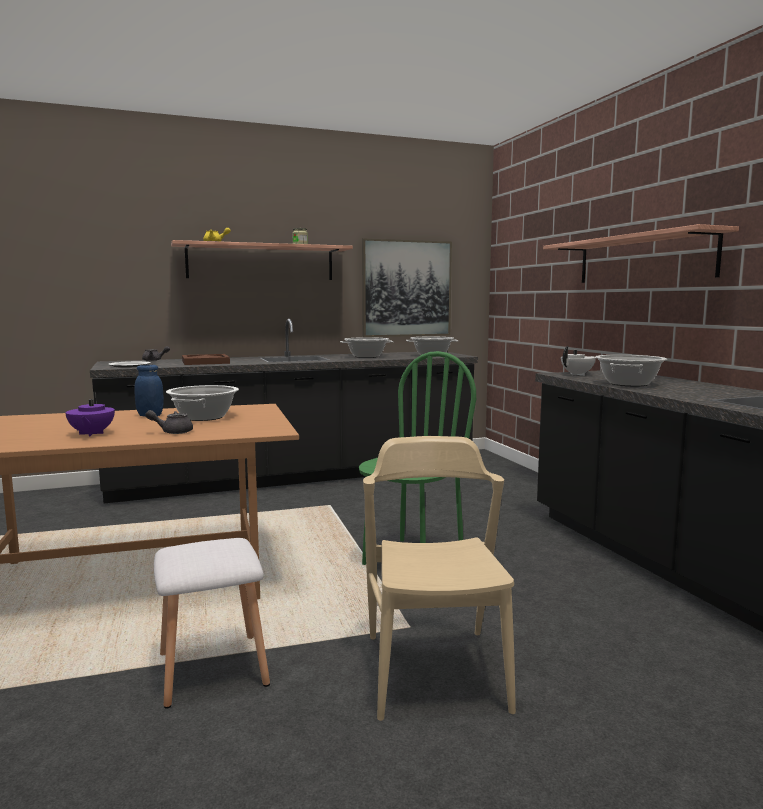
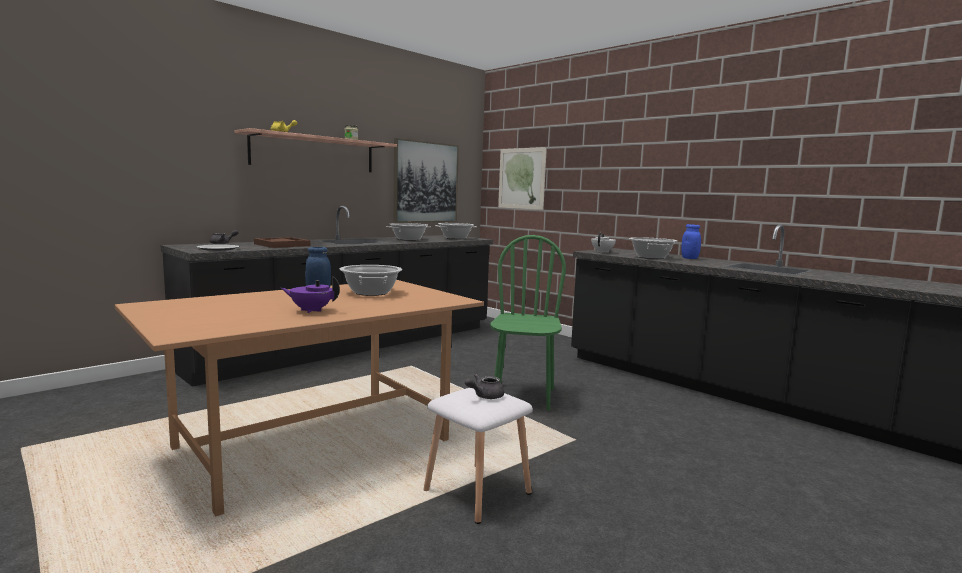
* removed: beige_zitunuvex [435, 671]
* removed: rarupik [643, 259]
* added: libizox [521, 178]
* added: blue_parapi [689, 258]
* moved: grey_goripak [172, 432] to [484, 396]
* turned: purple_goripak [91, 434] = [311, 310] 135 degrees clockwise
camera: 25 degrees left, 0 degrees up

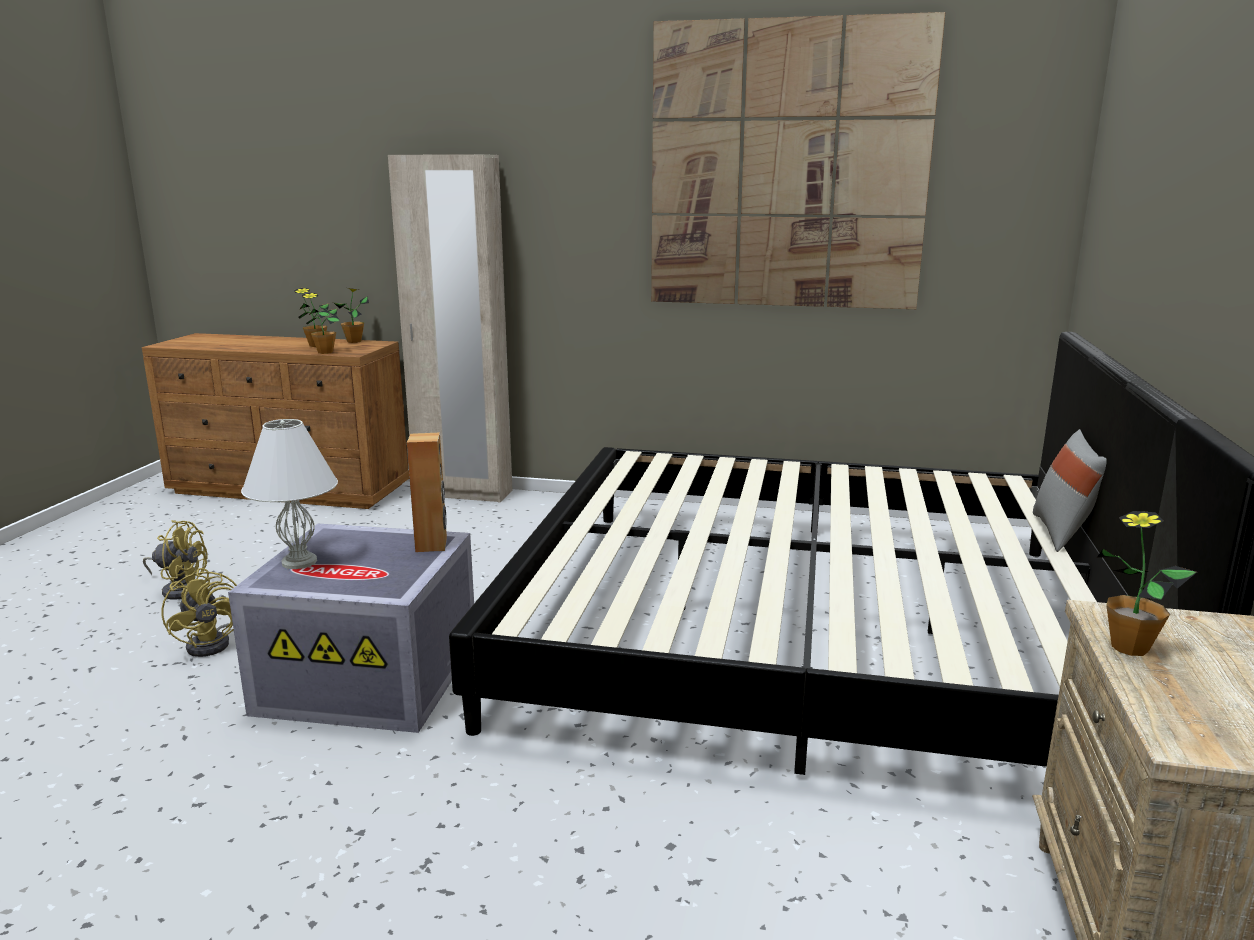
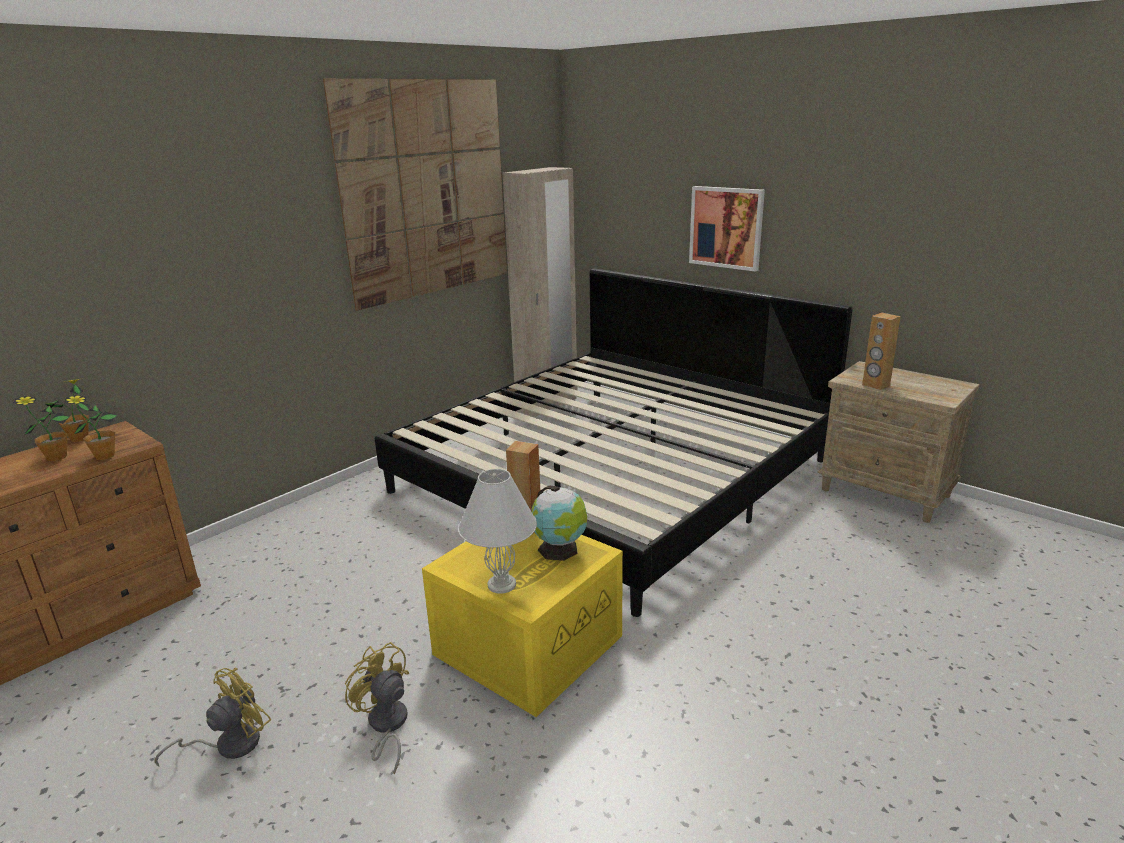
* removed: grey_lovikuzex [1064, 533]
* added: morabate [560, 550]
* added: libizox [726, 227]
* moved: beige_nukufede [463, 493] to [547, 405]
* replaced: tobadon [1129, 647] to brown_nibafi [875, 385]
* recoloured: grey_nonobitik [373, 675] to yellow_nonobitik [528, 643]
* turned: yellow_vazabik [215, 643] = [386, 726] 135 degrees counterclockwise
camera: 60 degrees left, 5 degrees up

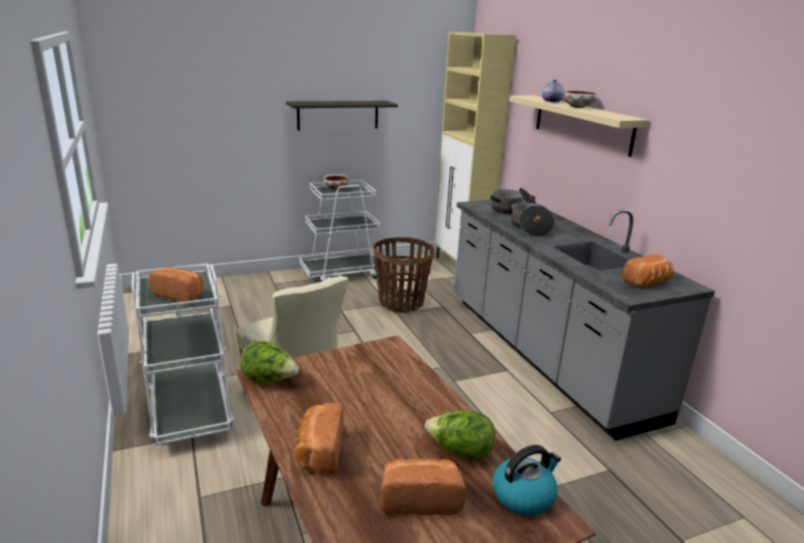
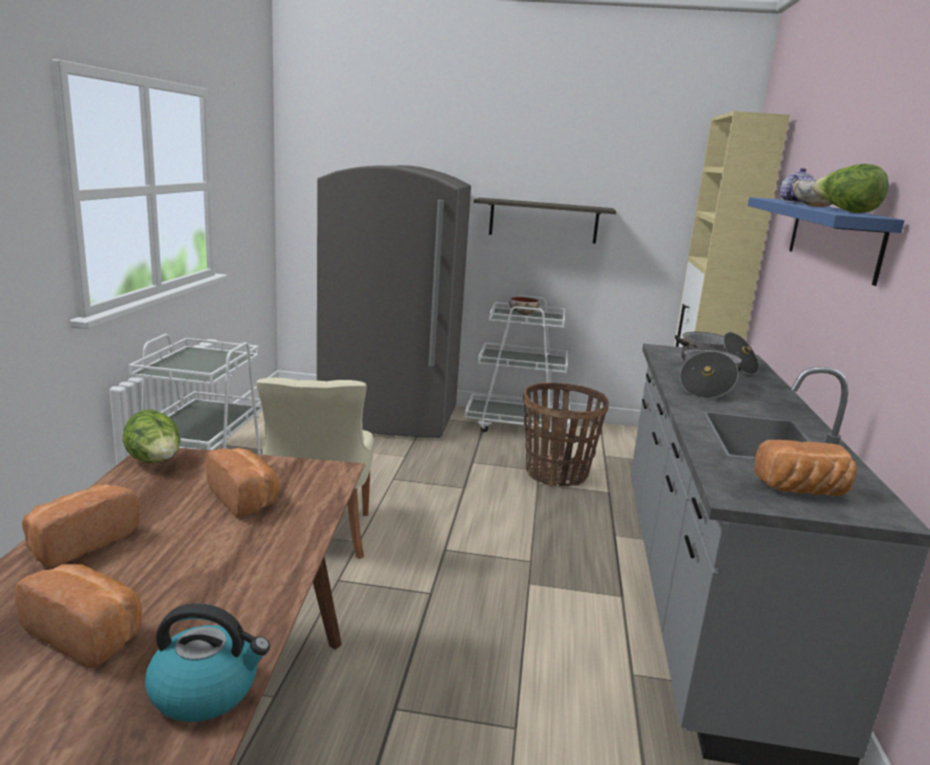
* added: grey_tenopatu [389, 417]
* moved: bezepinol [180, 294] to [245, 498]
* moved: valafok [460, 452] to [845, 212]
* recoloured: beige_rarupik [582, 123] to blue_rarupik [833, 237]
camera: 30 degrees right, 5 degrees down

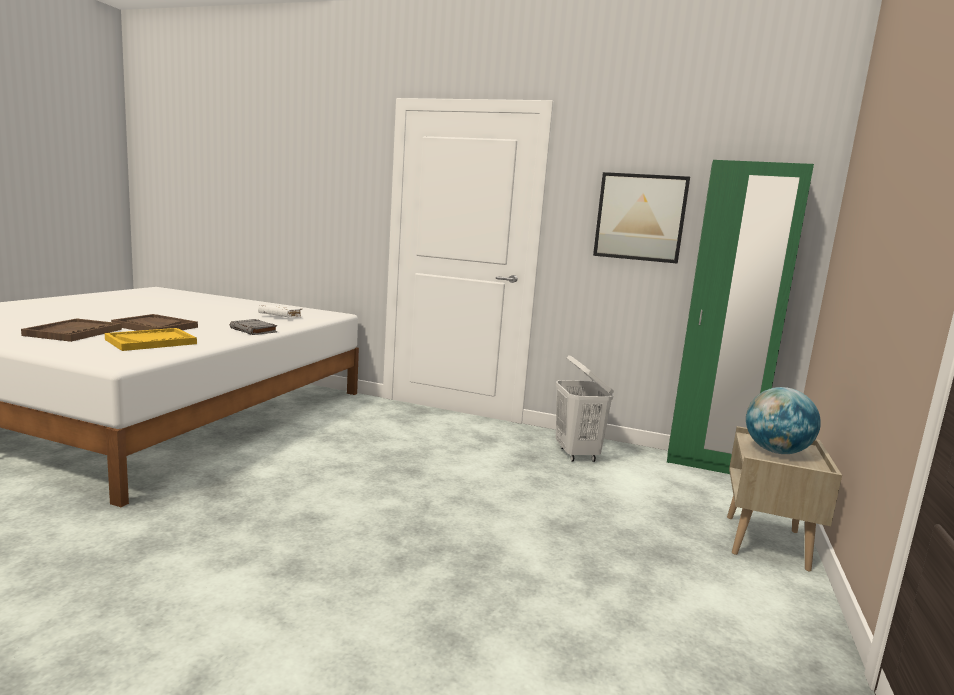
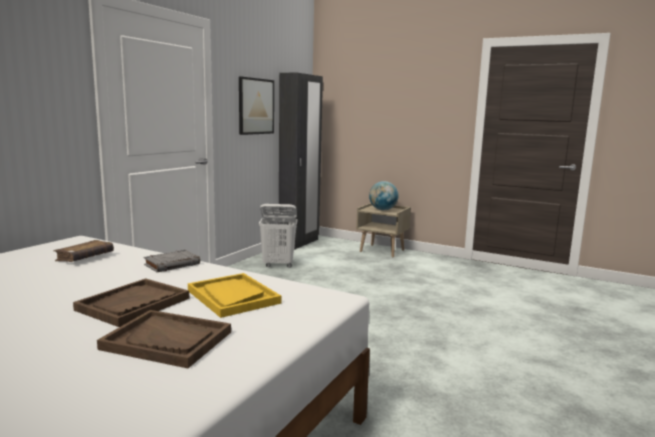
* recoloured: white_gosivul [280, 317] to brown_gosivul [85, 258]
* recoloured: green_nukufede [709, 465] to black_nukufede [299, 243]
camera: 80 degrees left, 0 degrees up

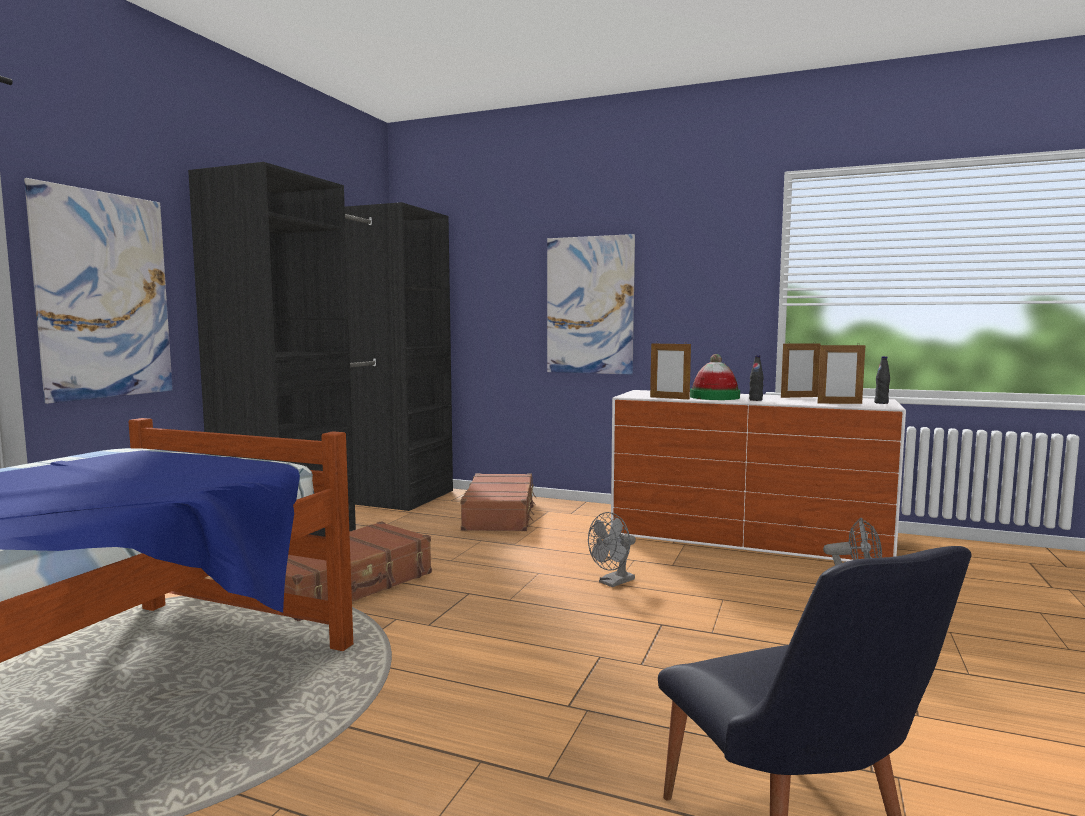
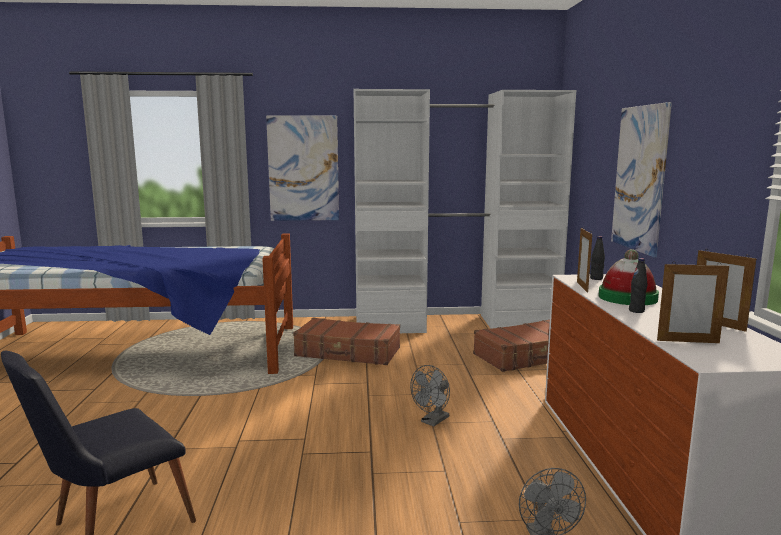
* moved: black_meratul [881, 403] to [596, 278]
* recoloured: black_nukufede [353, 518] to white_nukufede [456, 323]
* turned: grey_vazabik [613, 583] = [432, 421] 75 degrees counterclockwise
* turned: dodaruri [839, 403] = [688, 341] 60 degrees counterclockwise
camera: 65 degrees right, 5 degrees up

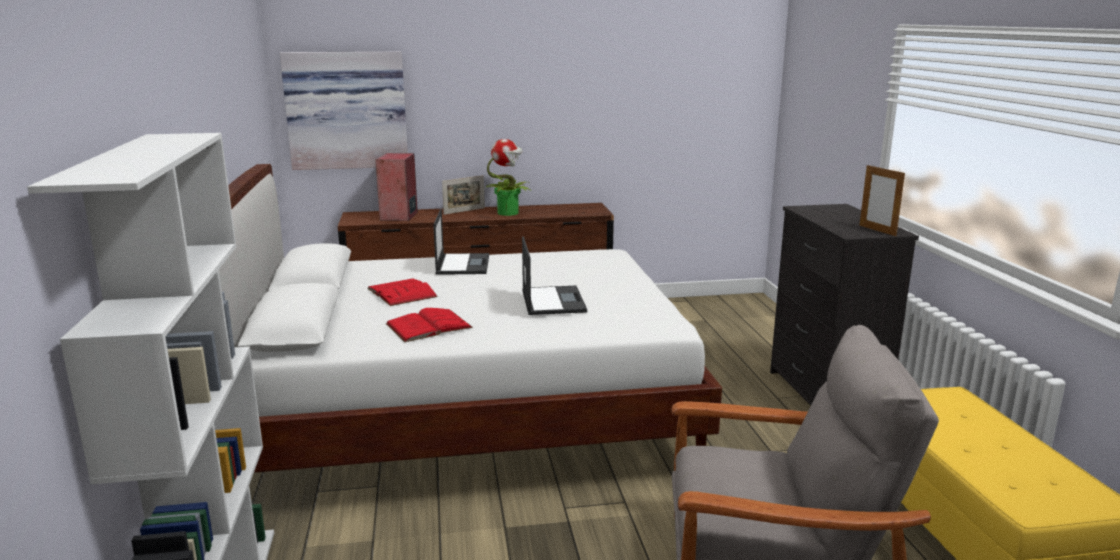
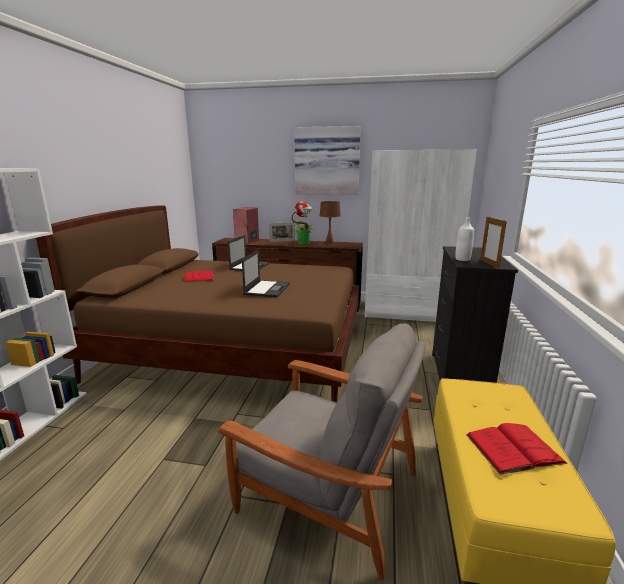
* added: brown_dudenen [329, 242]
* added: white_nukufede [408, 312]
* added: white_meratul [462, 259]
* moved: libizox [347, 110] to [327, 161]
* moved: red_gosivul [428, 326] to [514, 448]
* recoloured: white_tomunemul [468, 417] to brown_tomunemul [234, 351]
camera: 20 degrees right, 0 degrees up

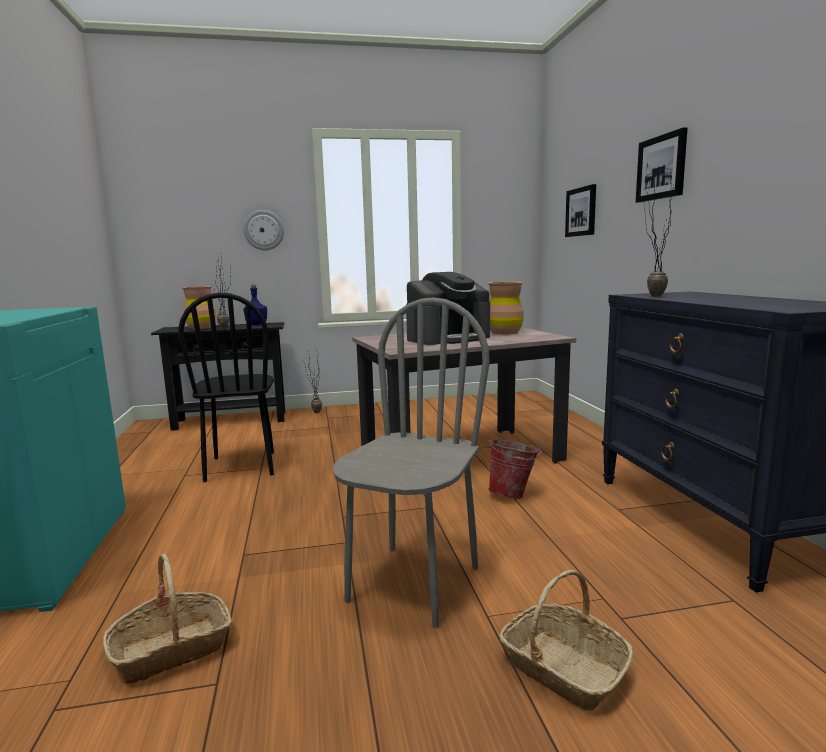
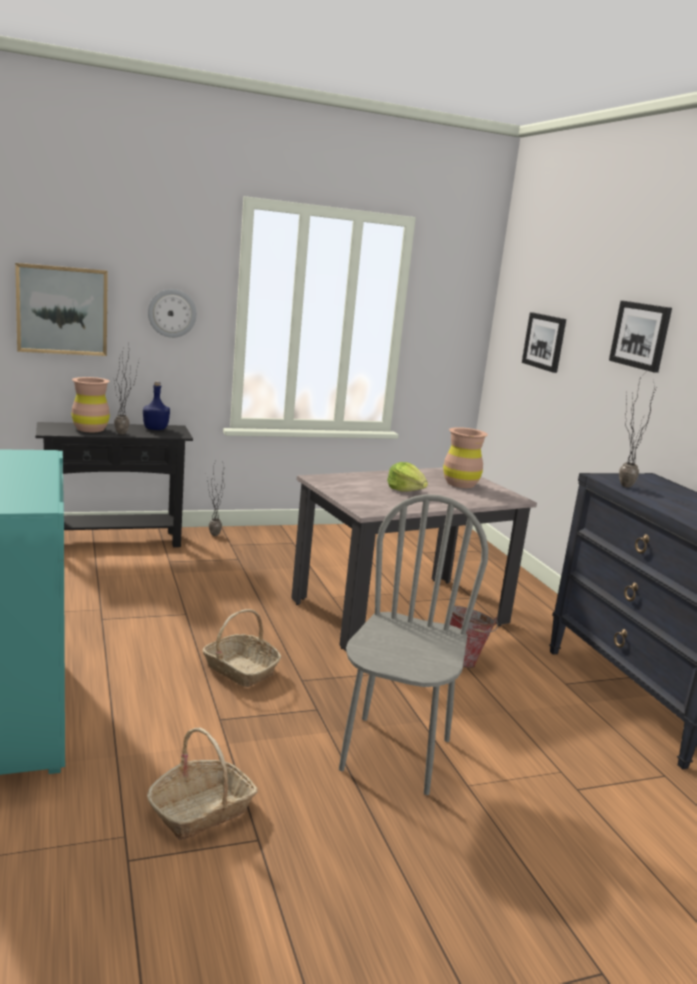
* removed: black_zitunuvex [241, 466]
* added: libizox [62, 310]
* moved: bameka [562, 668] to [240, 669]
* replaced: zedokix [448, 338] to valafok [406, 490]
camera: 10 degrees left, 5 degrees up

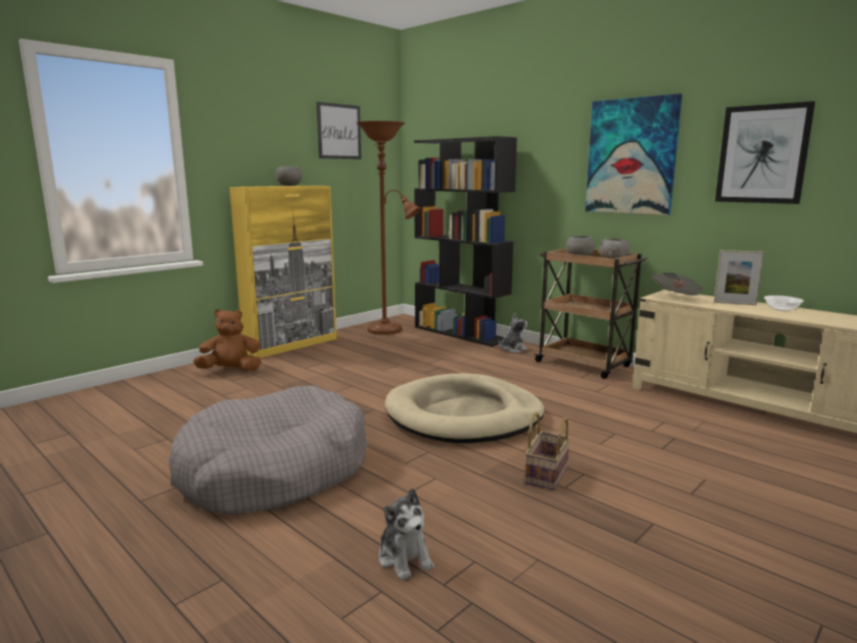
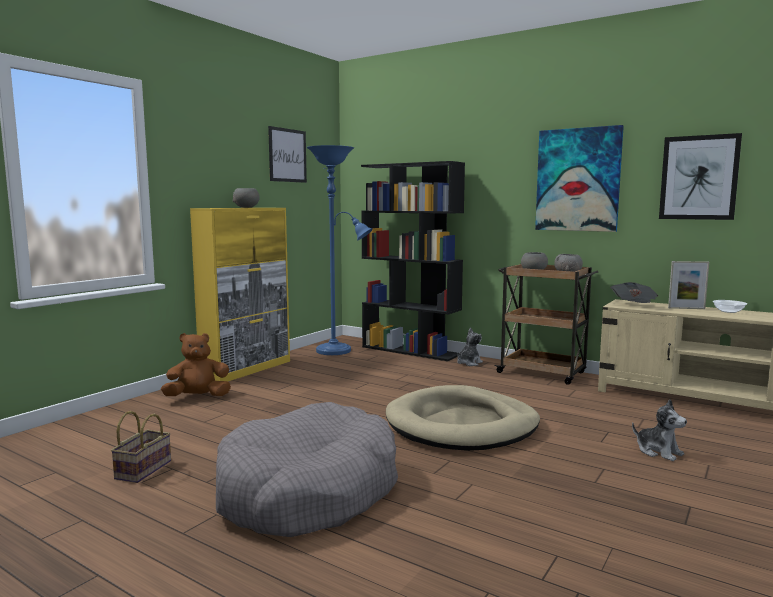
* moved: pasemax [404, 558] to [658, 452]
* moved: bameka [546, 473] to [143, 469]
* recoloured: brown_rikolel [389, 330] to blue_rikolel [338, 351]
camera: 10 degrees left, 5 degrees down

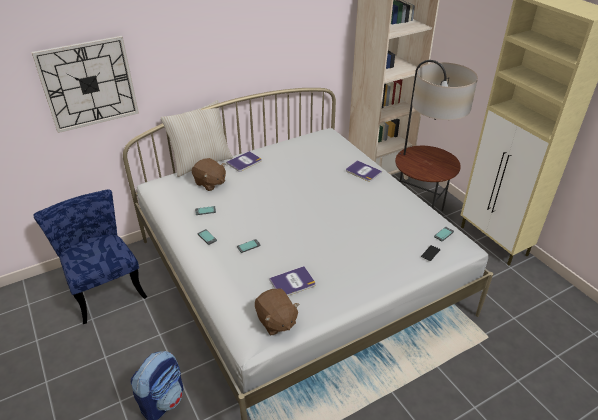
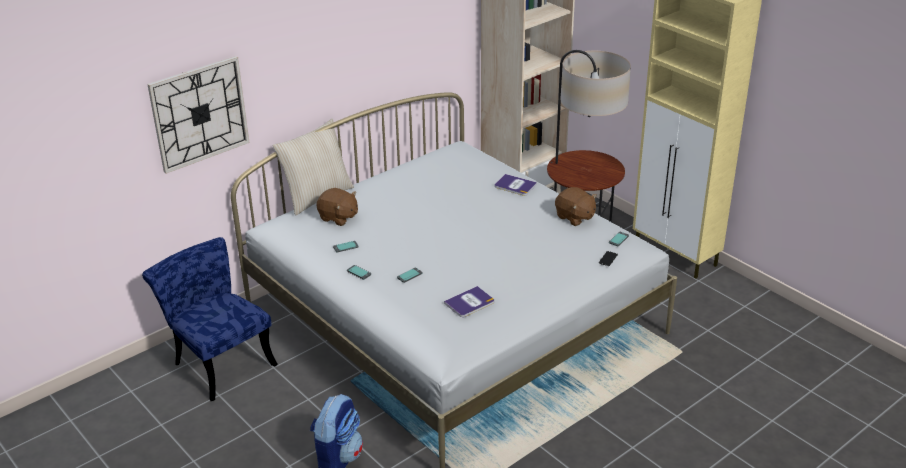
* removed: gosivul [244, 162]
* moved: brown_pasemax [276, 321] to [575, 217]
camera: 10 degrees left, 5 degrees down

